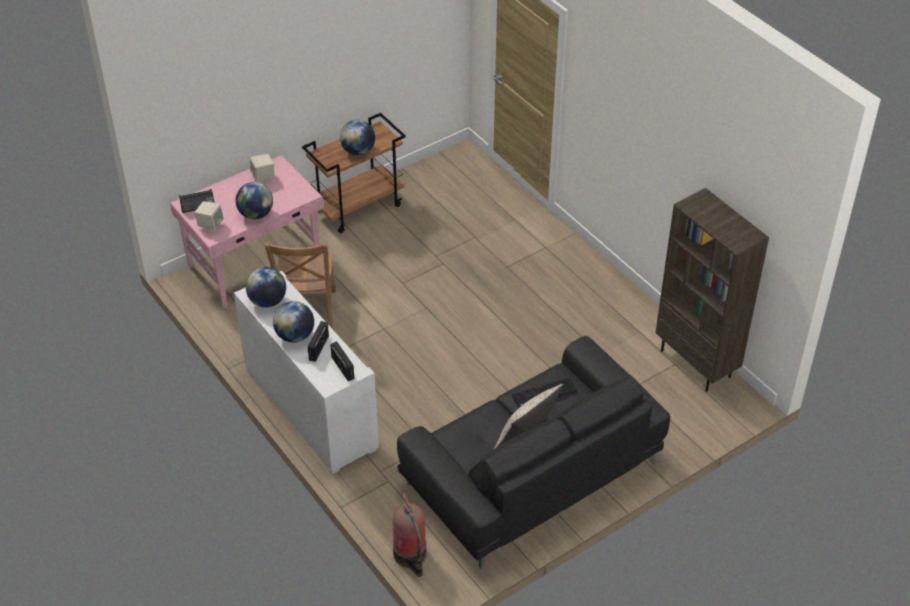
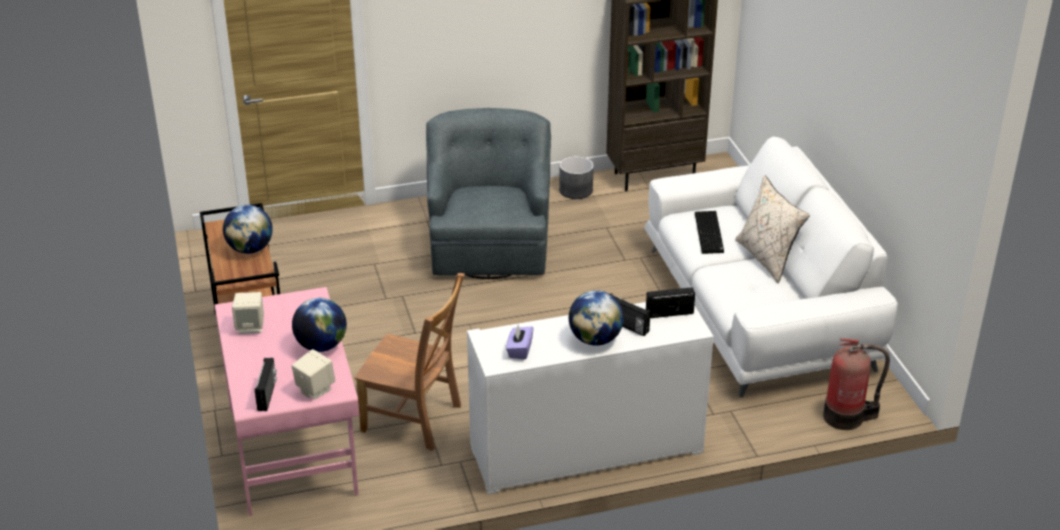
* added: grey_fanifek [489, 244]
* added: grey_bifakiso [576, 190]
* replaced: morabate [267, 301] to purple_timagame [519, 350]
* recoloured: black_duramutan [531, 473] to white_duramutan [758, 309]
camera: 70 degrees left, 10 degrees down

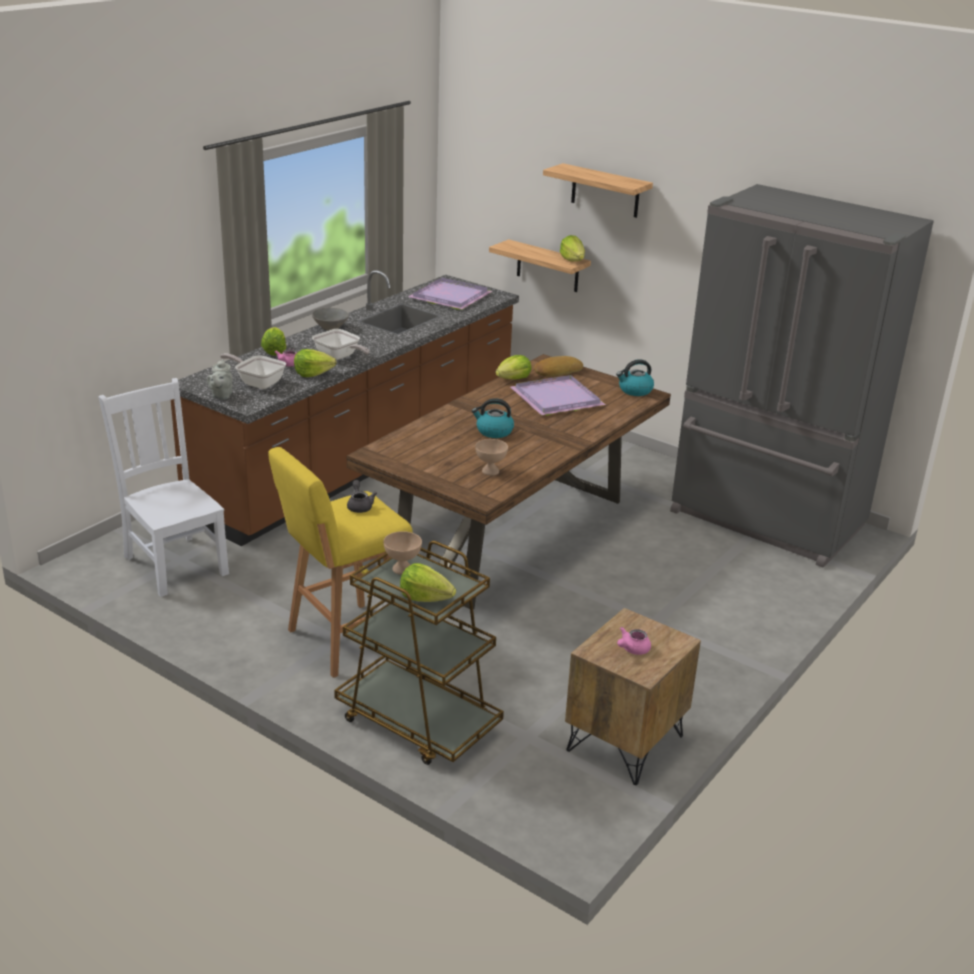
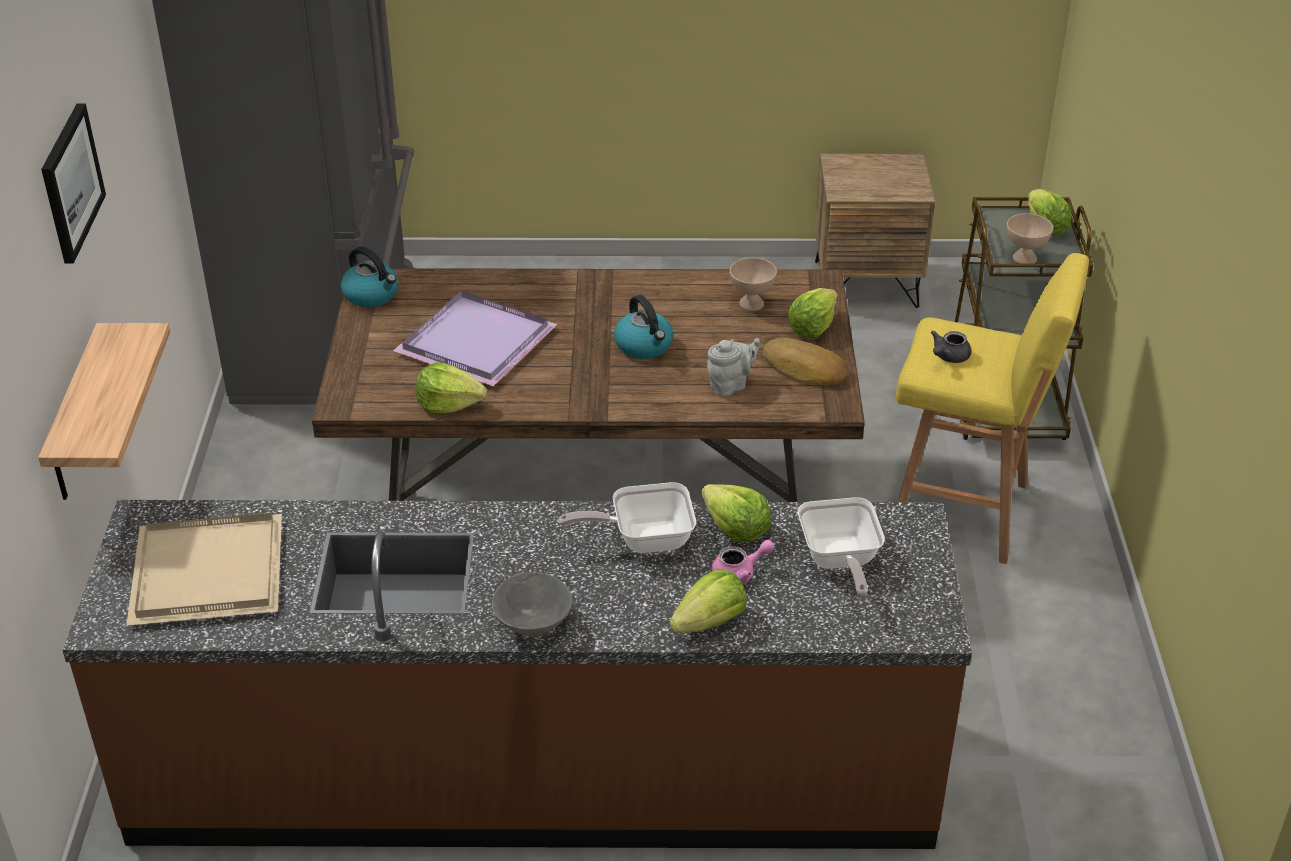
* removed: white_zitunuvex [174, 563]
* removed: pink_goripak [632, 649]
* moved: grey_goripak [221, 395] to [730, 385]
* moved: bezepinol [557, 371] to [804, 369]
* moved: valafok [573, 260] to [812, 327]
* replaced: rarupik [605, 191] to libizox [70, 182]
* recoloured: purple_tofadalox [451, 297] to beige_tofadalox [211, 570]
* turned: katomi [339, 357] = [643, 539] 105 degrees counterclockwise
camera: 125 degrees left, 10 degrees up

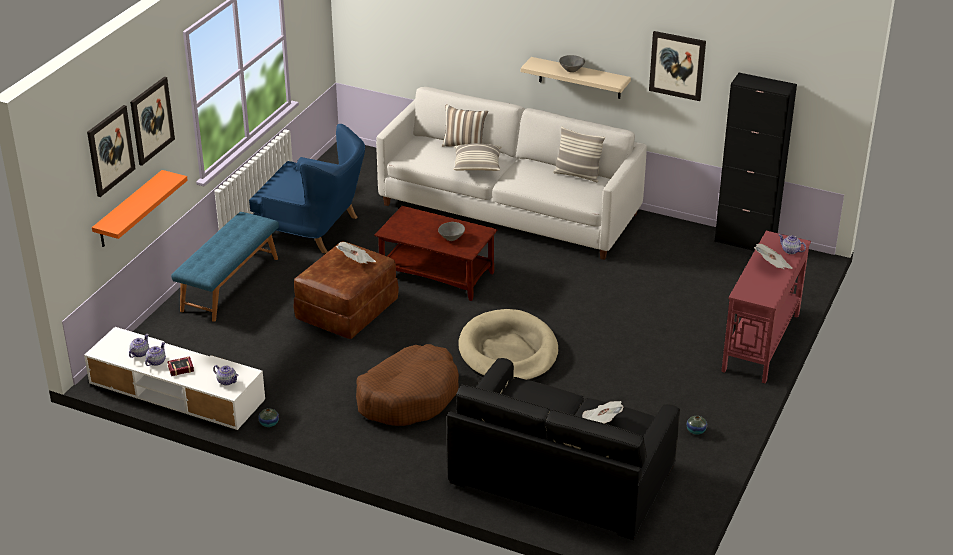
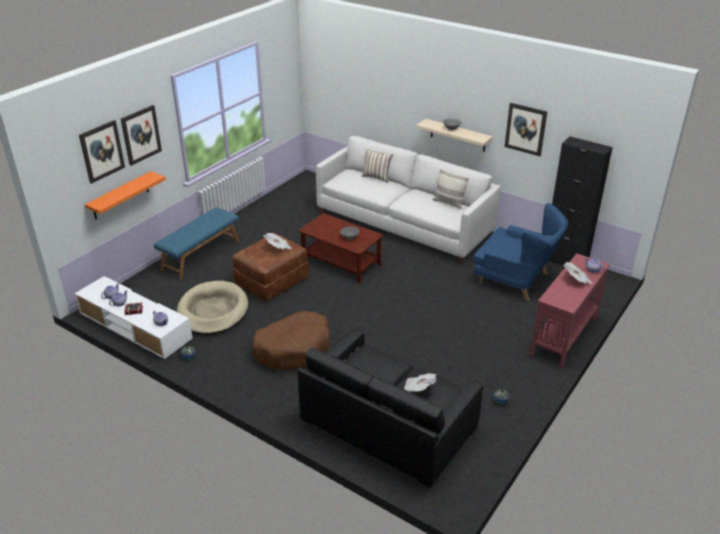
* removed: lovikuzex [477, 166]
* moved: blue_fanifek [313, 228] to [515, 279]
* moved: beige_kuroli [508, 352] to [213, 311]
camera: 10 degrees right, 0 degrees up

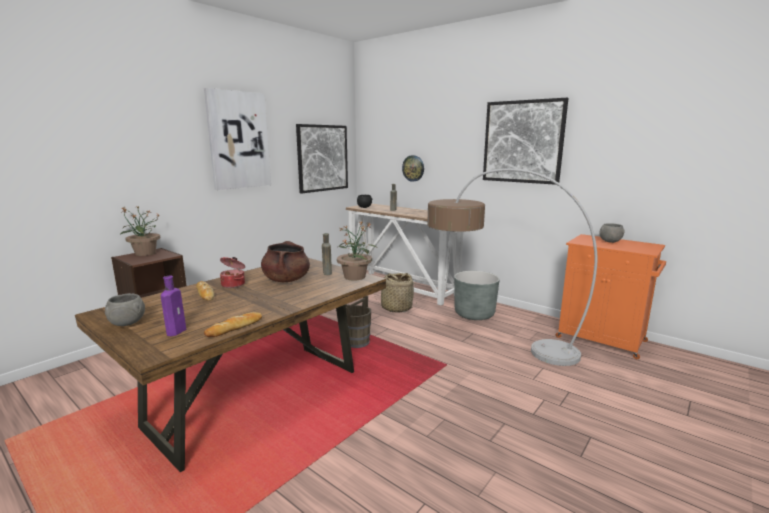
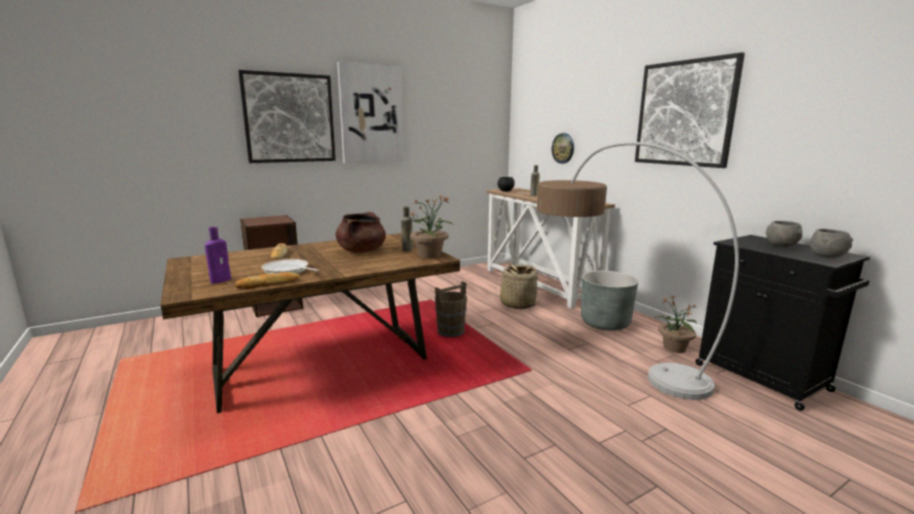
* removed: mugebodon [234, 284]
* added: katomi [287, 271]
* moved: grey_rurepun [128, 323] to [826, 256]
* moved: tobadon [144, 253] to [674, 348]
* moved: libizox [322, 158] to [289, 118]
* recoloured: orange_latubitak [603, 340] to black_latubitak [763, 378]
camera: 20 degrees right, 0 degrees up

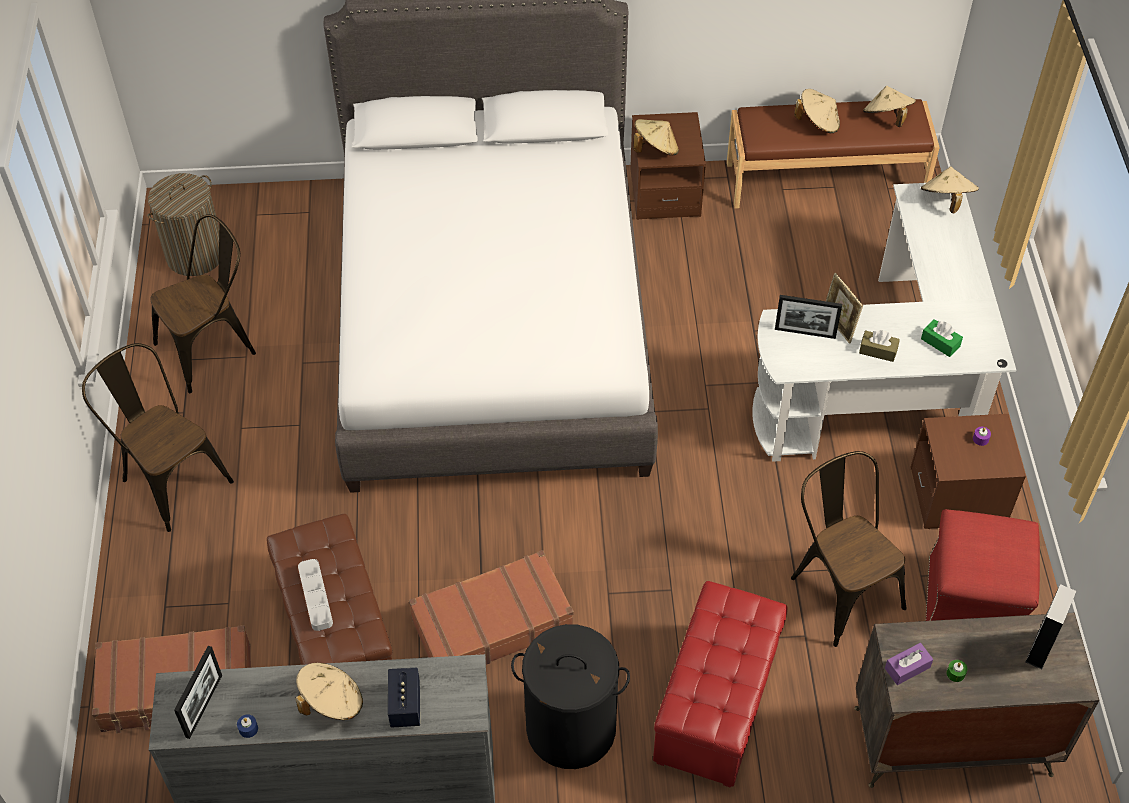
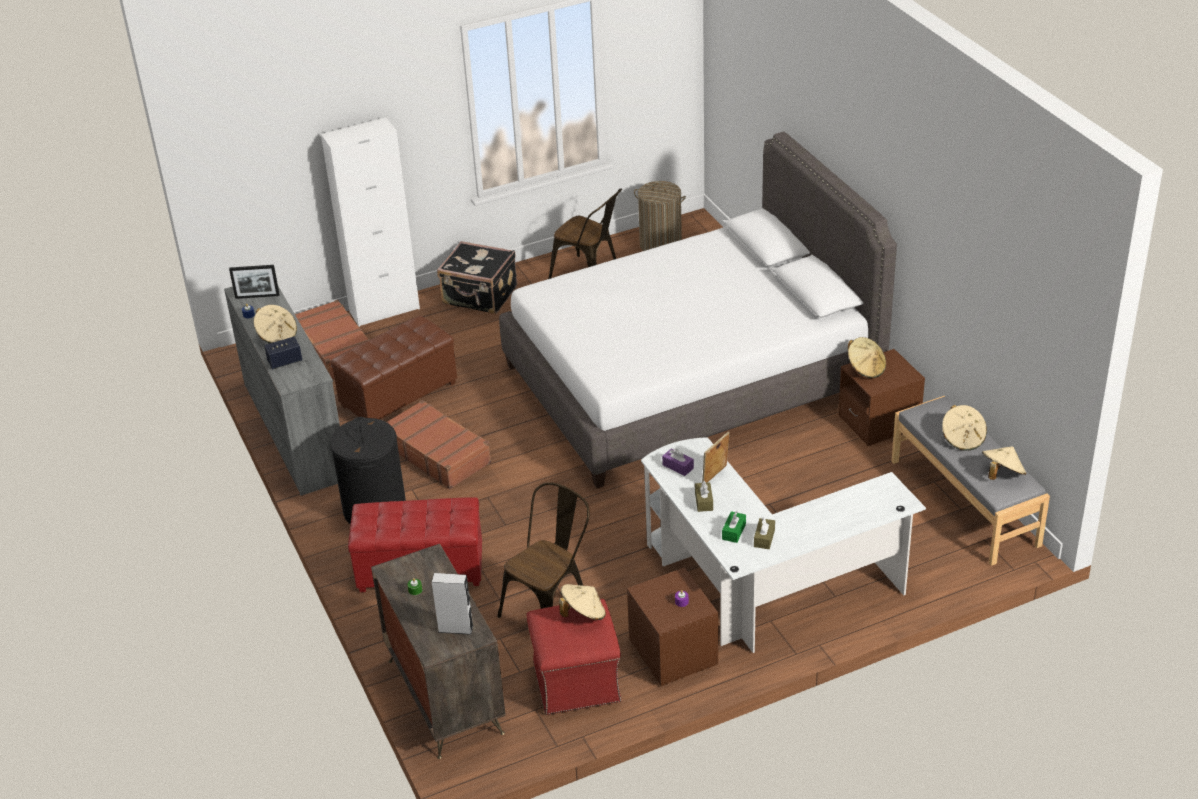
* removed: grey_tofadalox [315, 597]
* removed: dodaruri [805, 333]
* added: white_latubitak [384, 310]
* added: brown_timagame [764, 538]
* moved: purple_timagame [907, 668] to [678, 466]
* moved: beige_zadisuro [946, 201] to [583, 613]
* replaced: brown_zitunuvex [170, 477] to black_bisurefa [480, 296]
* recoloured: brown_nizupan [825, 179] to grey_nizupan [965, 502]
camera: 70 degrees right, 15 degrees down

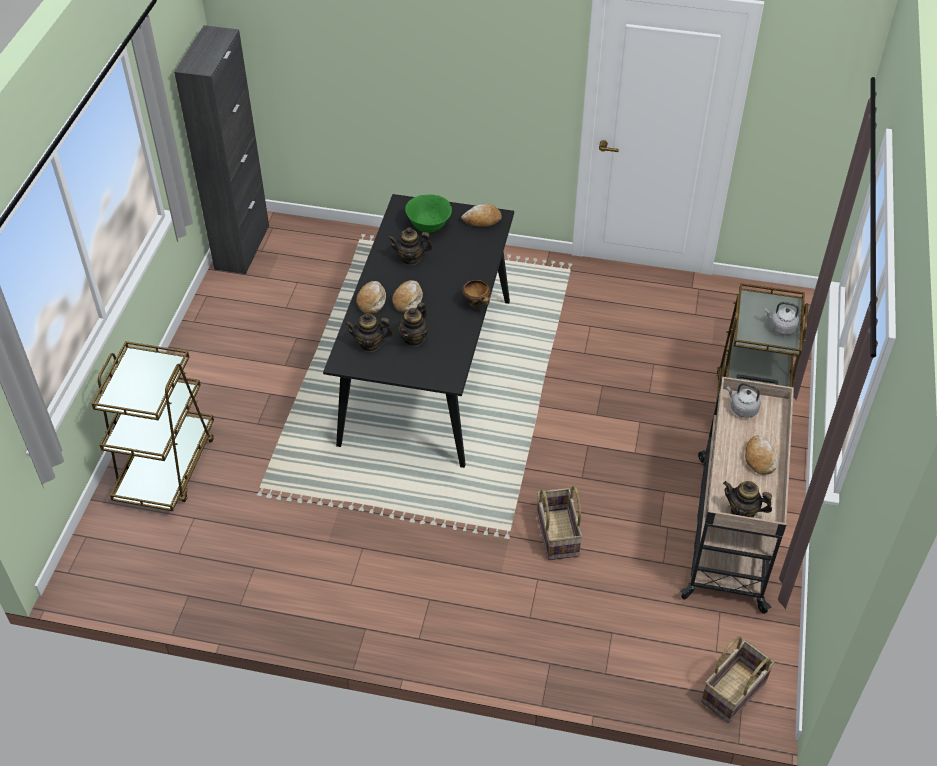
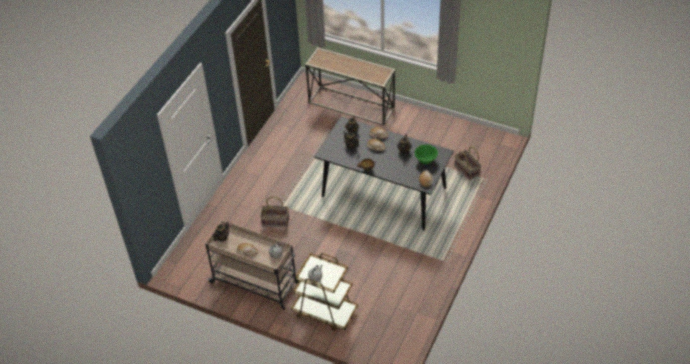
* removed: black_latubitak [242, 247]
* moved: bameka [734, 692] to [466, 170]
* replaced: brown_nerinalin [166, 467] to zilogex [351, 105]
camera: 105 degrees right, 0 degrees up

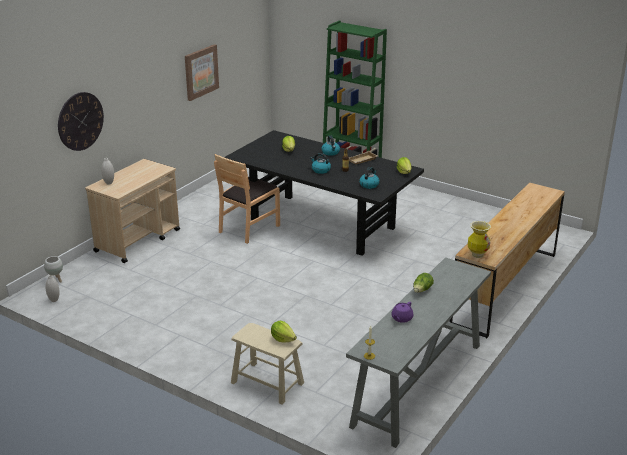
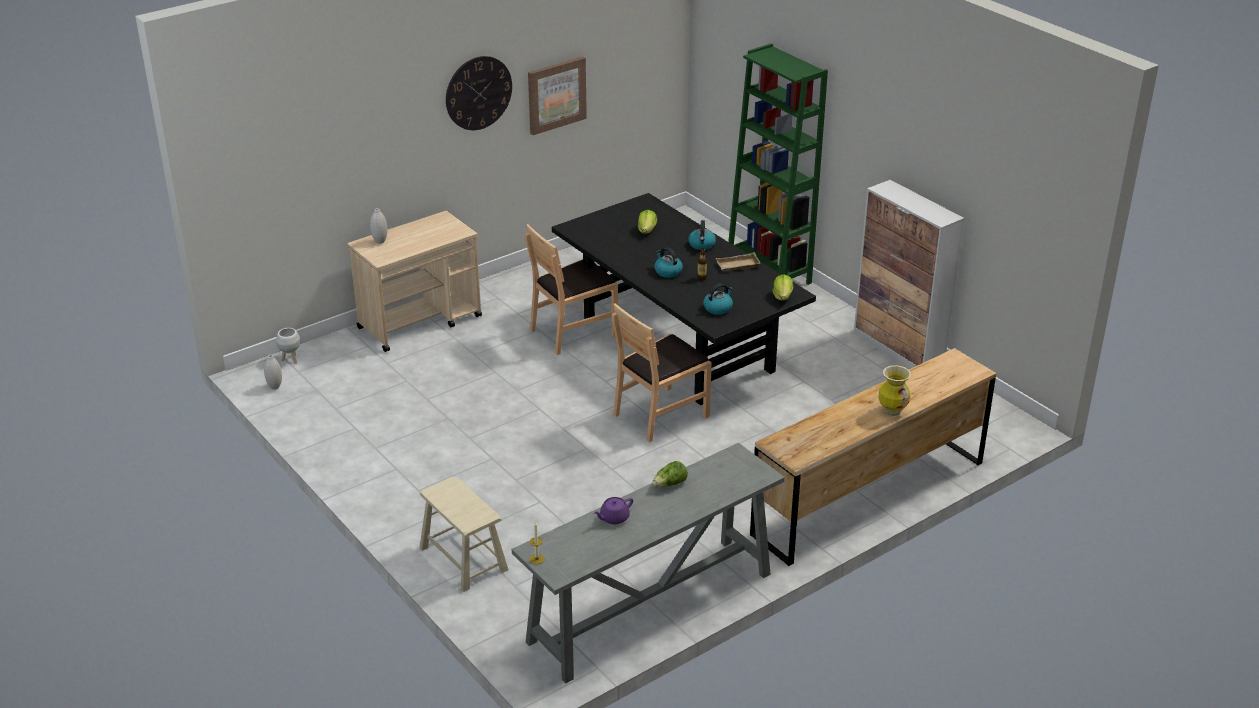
* removed: valafok [283, 339]
* added: brown_zitunuvex [660, 414]
* added: latubitak [898, 349]
* moved: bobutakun [80, 121] to [478, 93]
* moved: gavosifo [477, 255] to [892, 411]
camera: 20 degrees right, 5 degrees up

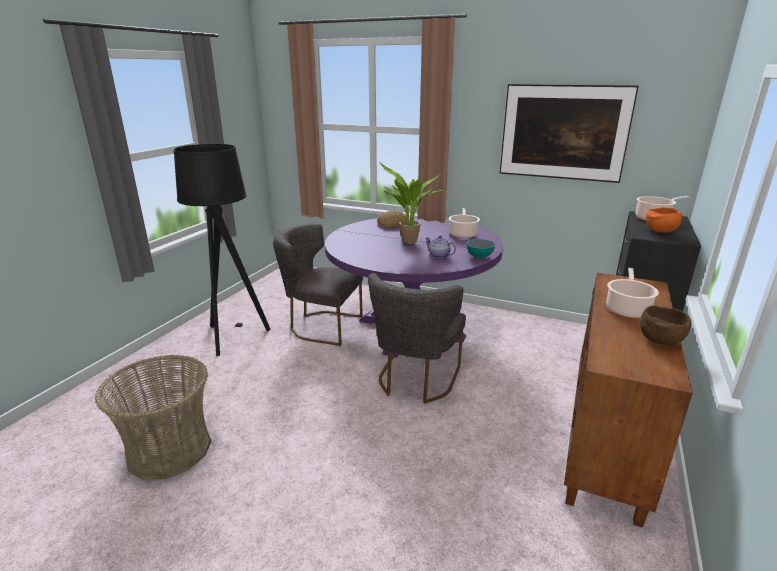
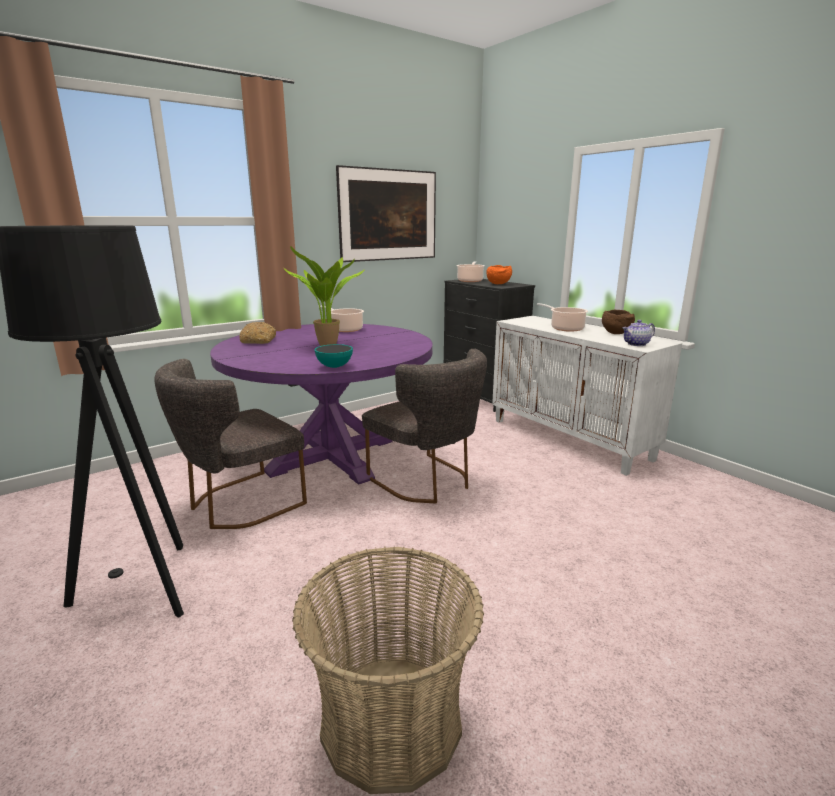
* moved: goripak [439, 255] to [636, 344]
* moved: rurepun [479, 257] to [334, 367]
* recoloured: brown_latubitak [606, 440] to white_latubitak [570, 439]
camera: 60 degrees left, 5 degrees down

